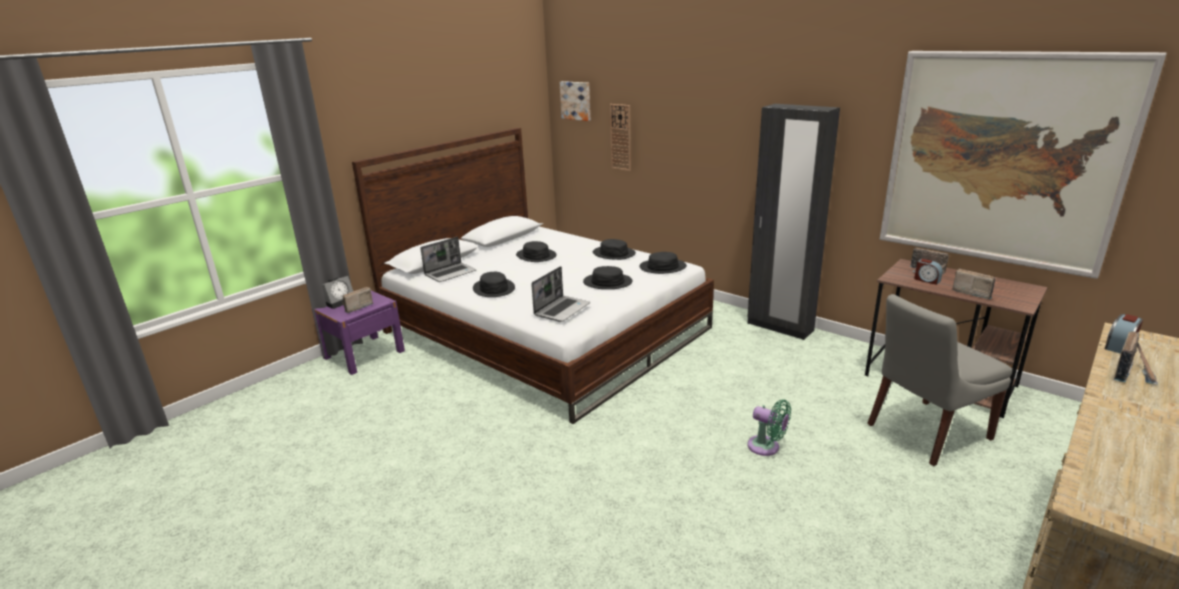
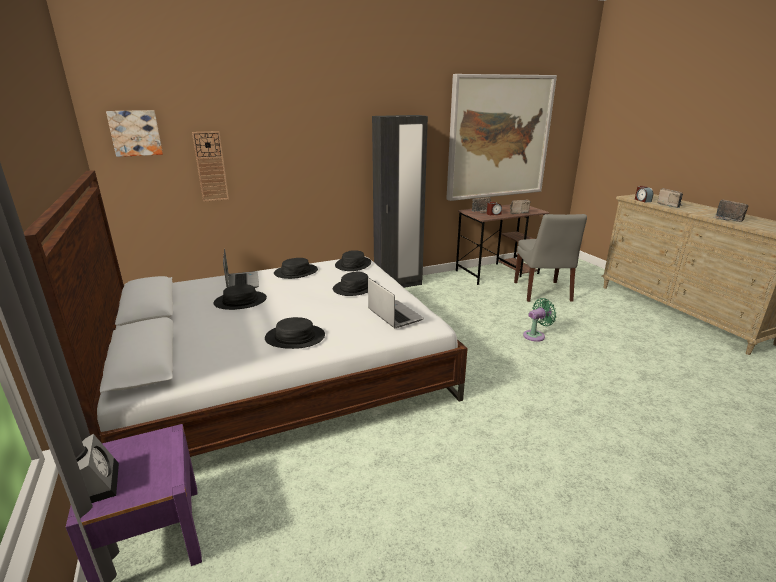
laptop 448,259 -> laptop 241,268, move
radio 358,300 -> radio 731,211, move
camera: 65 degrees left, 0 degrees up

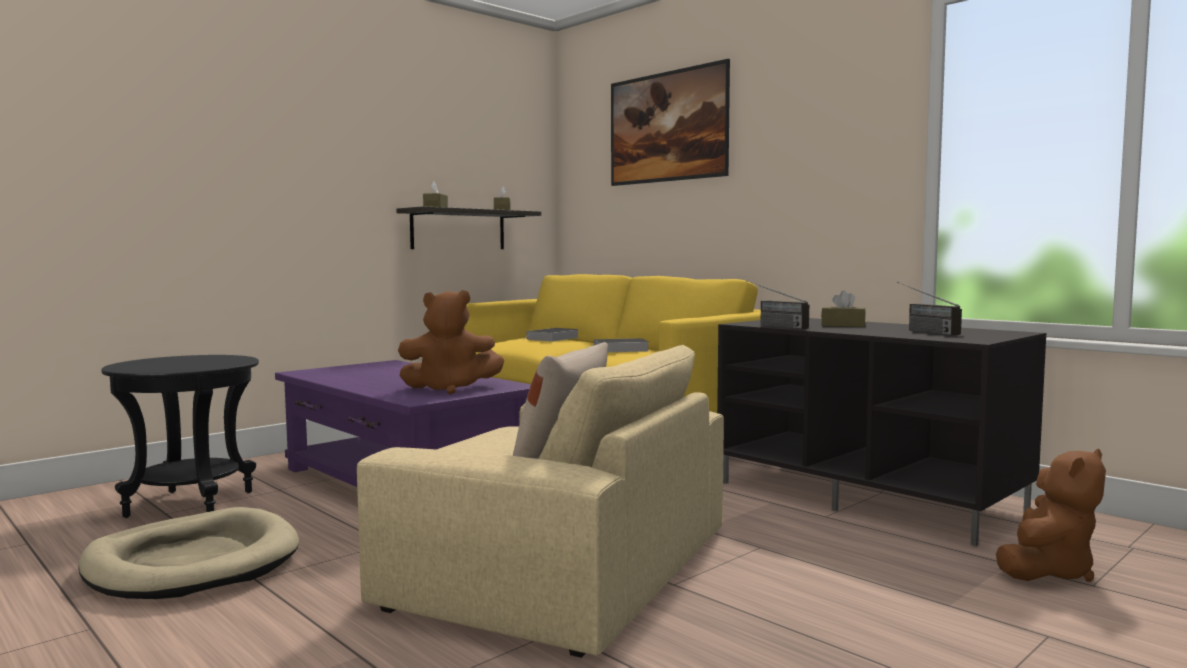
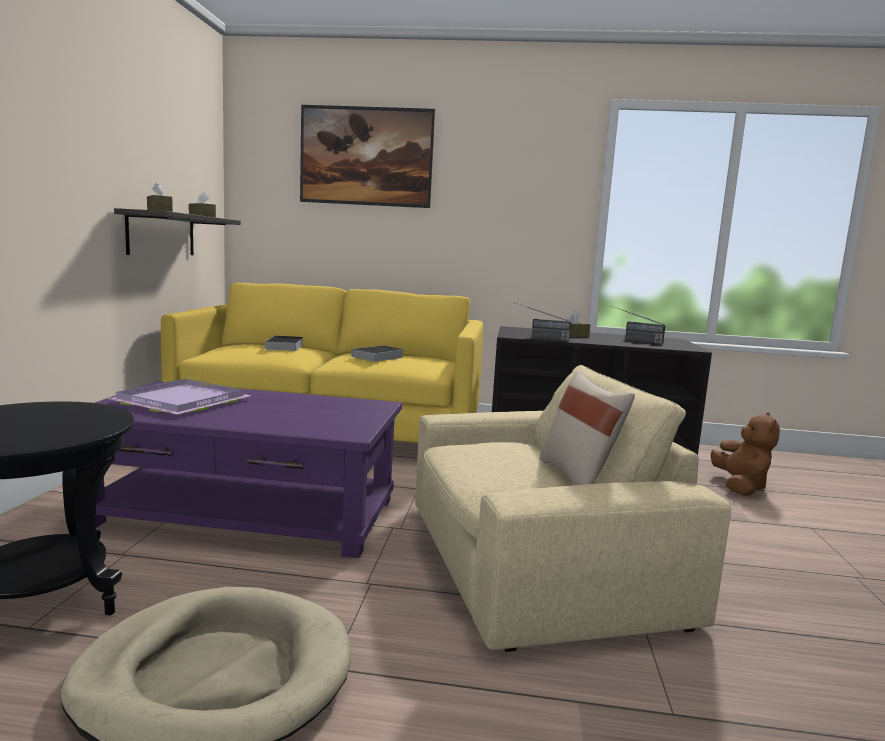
brown plush toy 451,342 -> none
none -> purple tray 179,397
camera: 40 degrees left, 5 degrees up

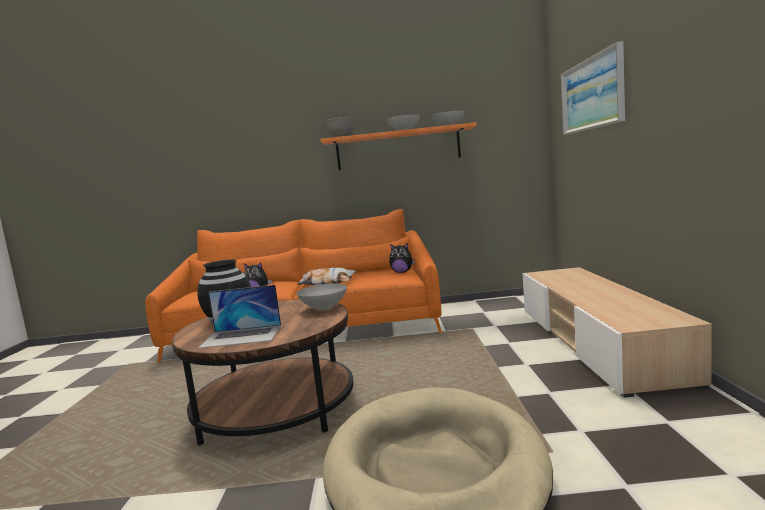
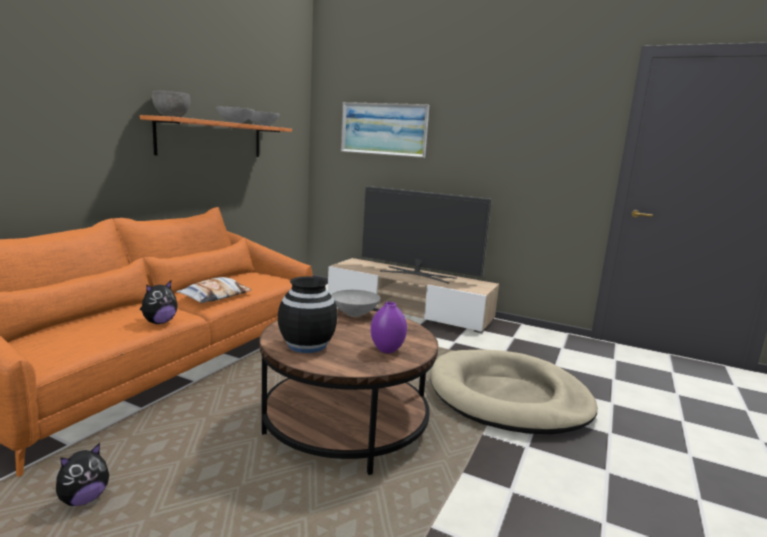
plush toy 402,258 -> plush toy 82,474, move
laptop 239,317 -> purple vase 389,327
none -> television 426,235
camera: 65 degrees left, 5 degrees up

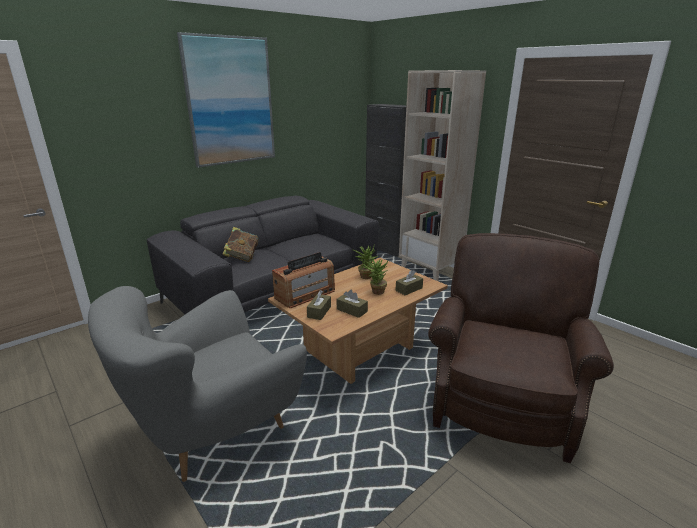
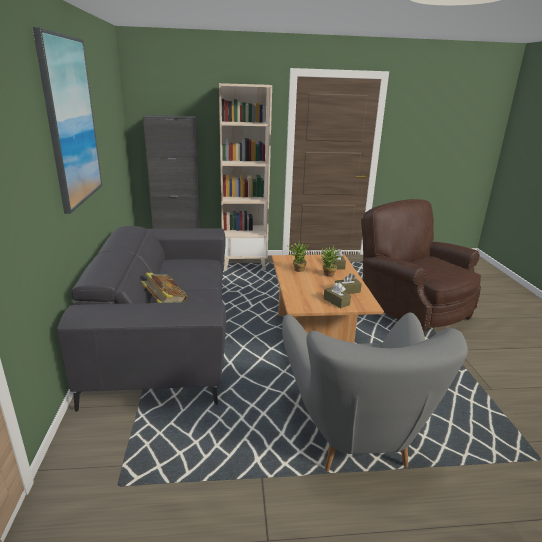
radio 303,280 -> none
camera: 55 degrees left, 0 degrees up

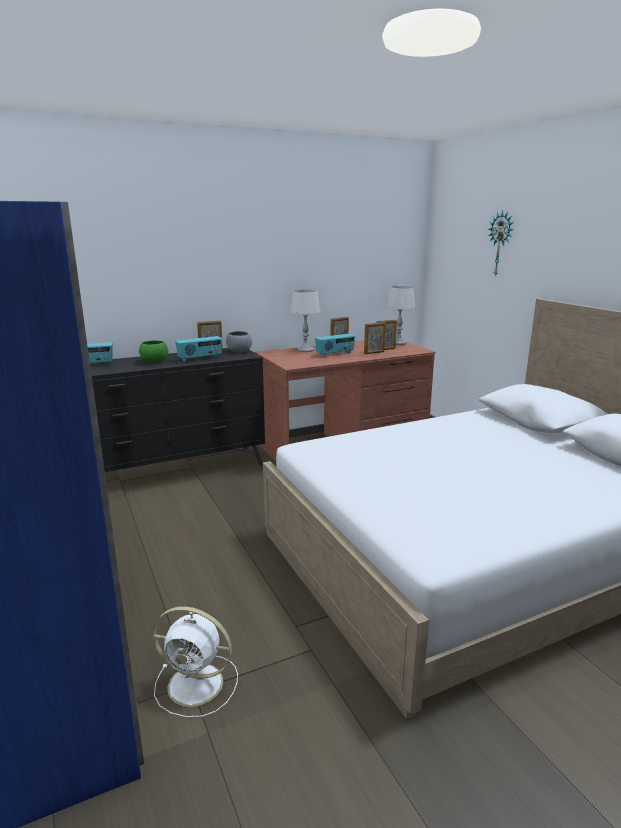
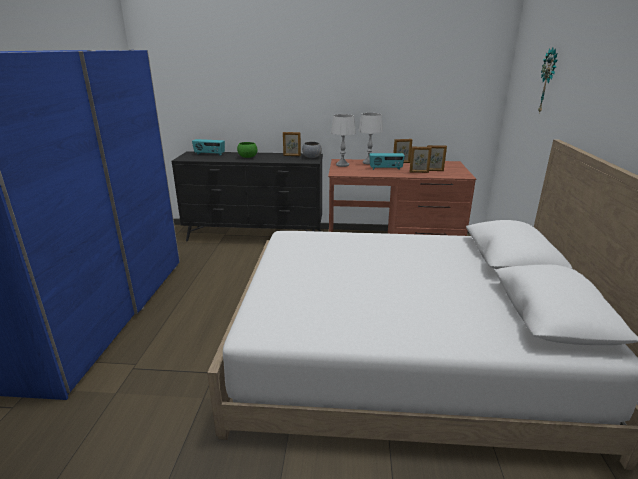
grey table lamp 400,315 -> grey table lamp 343,140, move
radio 198,349 -> none
white fan 195,662 -> none
camera: 30 degrees right, 5 degrees up

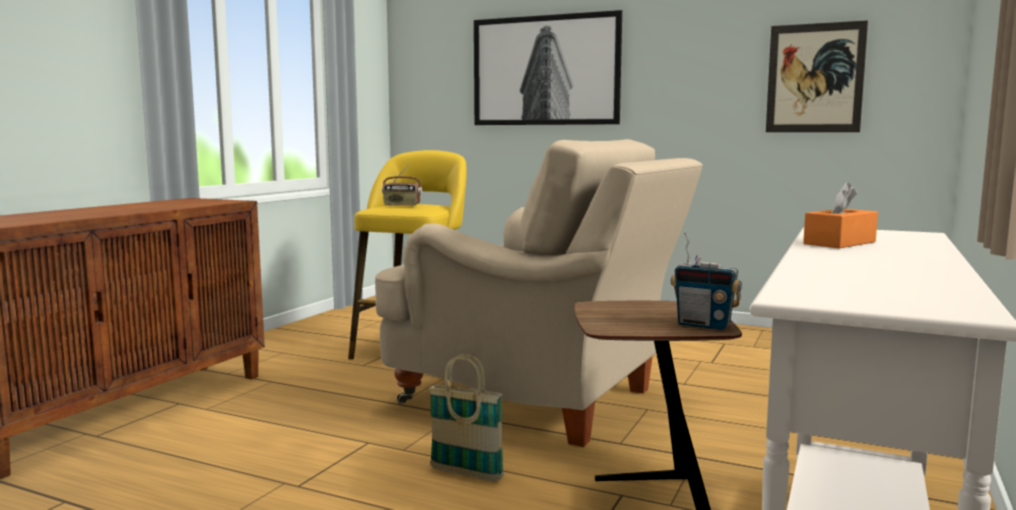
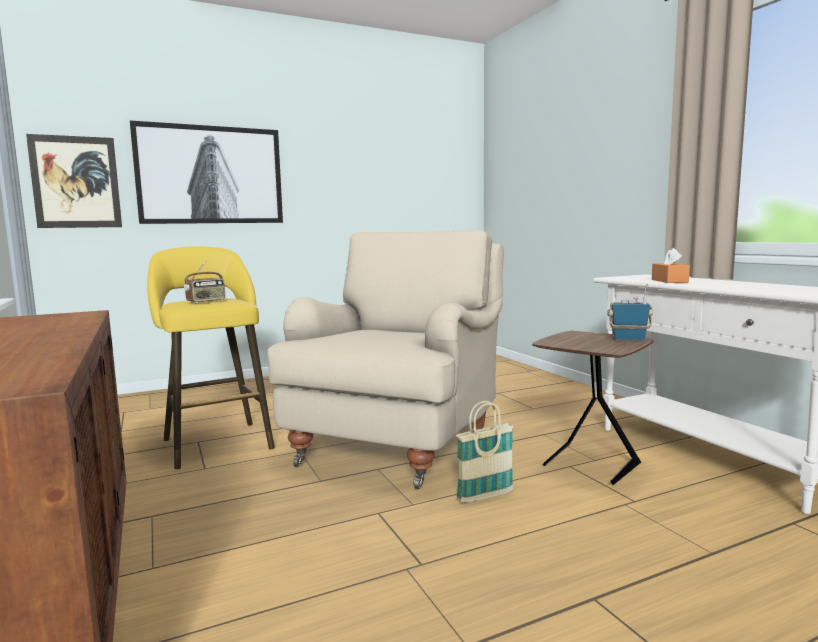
picture 817,76 -> picture 74,181, move
beige armchair 539,293 -> beige armchair 385,359, 45 degrees counterclockwise
radio 706,281 -> radio 630,312, 150 degrees counterclockwise
camera: 50 degrees left, 0 degrees up

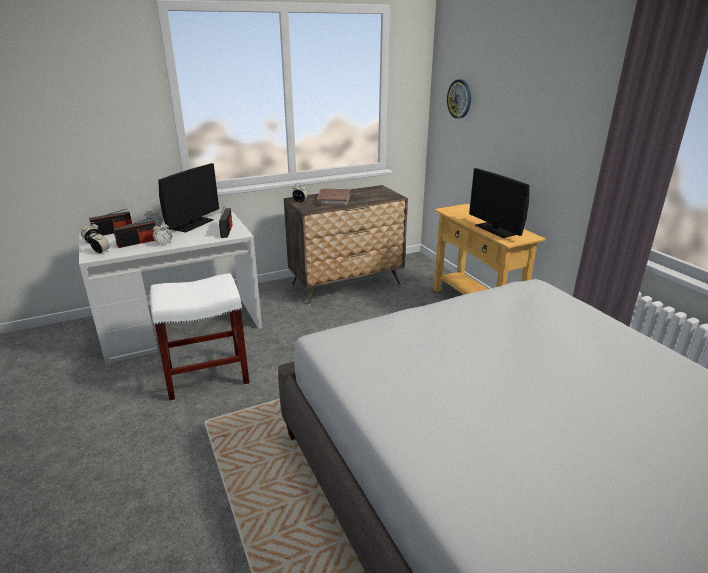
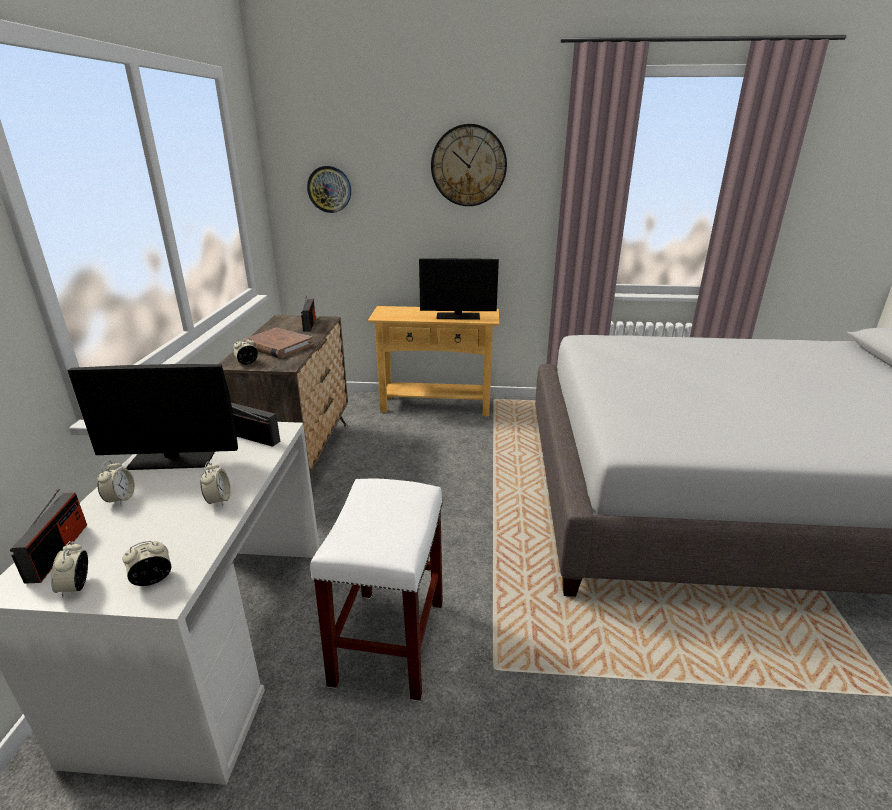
monitor 188,198 -> monitor 152,417, 120 degrees clockwise
radio 134,233 -> radio 308,314, move
none -> wall clock 469,165
camera: 60 degrees left, 0 degrees up

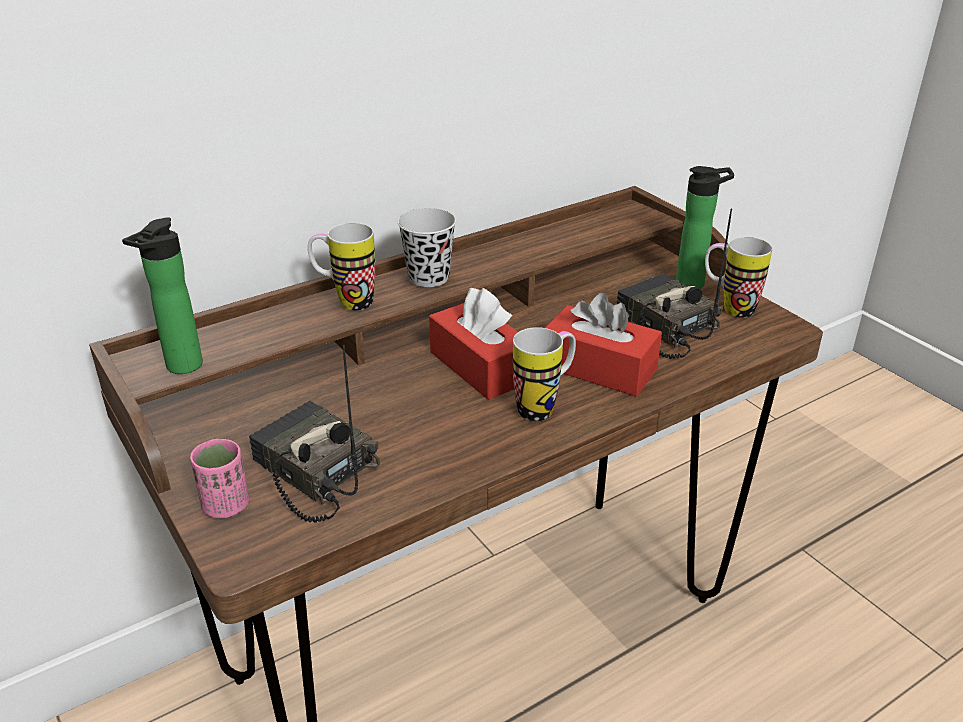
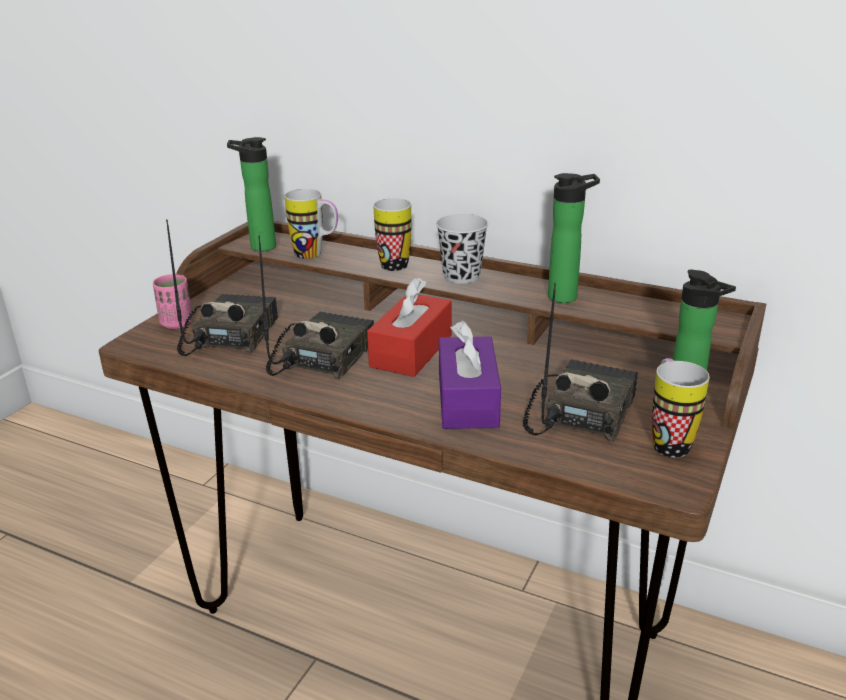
red tissue box 603,345 -> purple tissue box 470,375
mug 544,374 -> mug 311,224, move
none -> bottle 574,238
none -> radio 316,307
camera: 60 degrees right, 5 degrees down

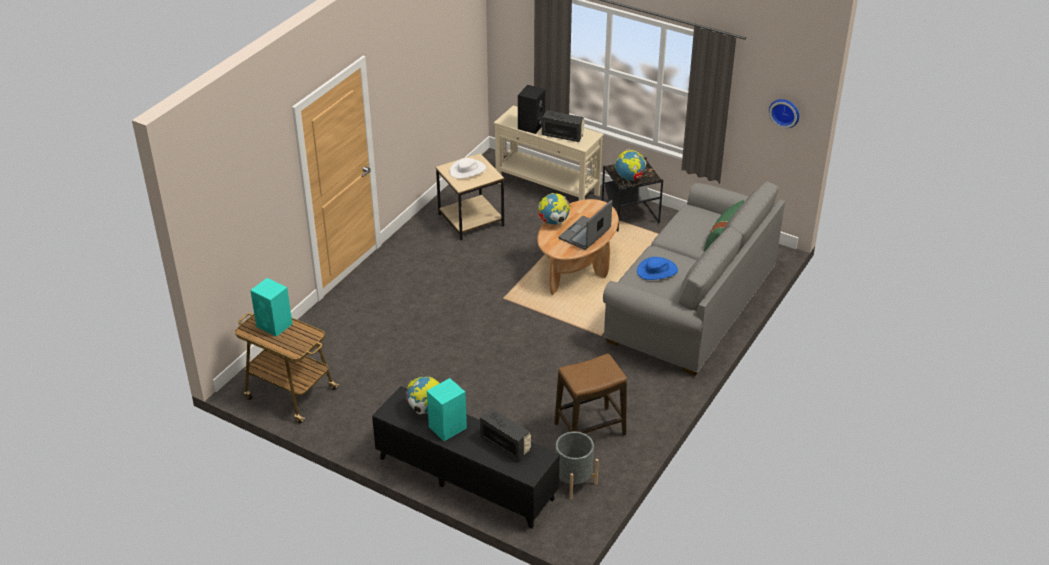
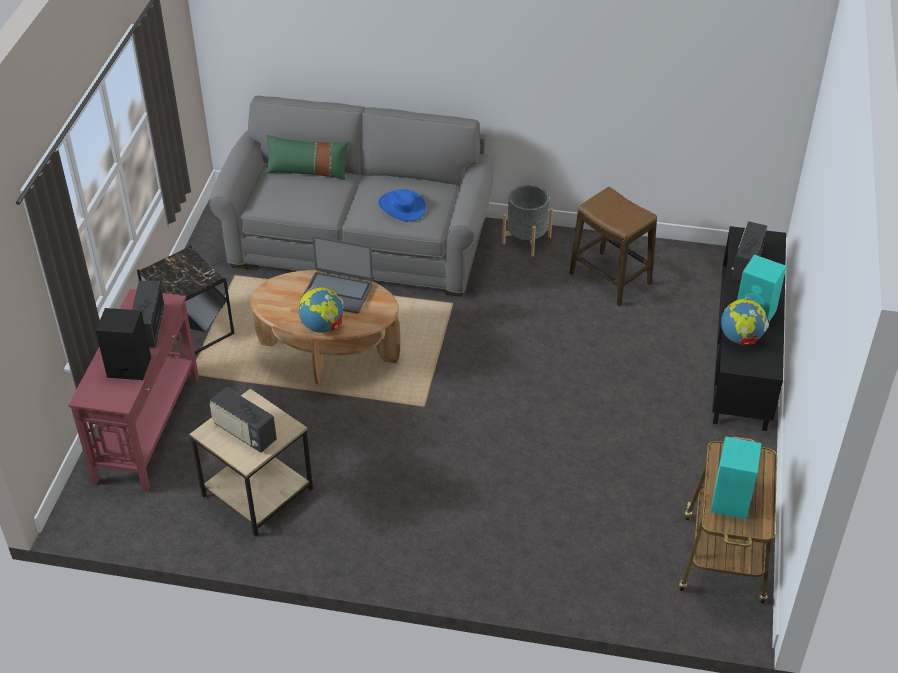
wall clock 784,113 -> none
beige console table 549,153 -> red console table 133,391
globe 630,164 -> none
white hat 468,168 -> radio 243,420
grey planter 577,465 -> grey planter 527,220, move
camera: 110 degrees left, 5 degrees up

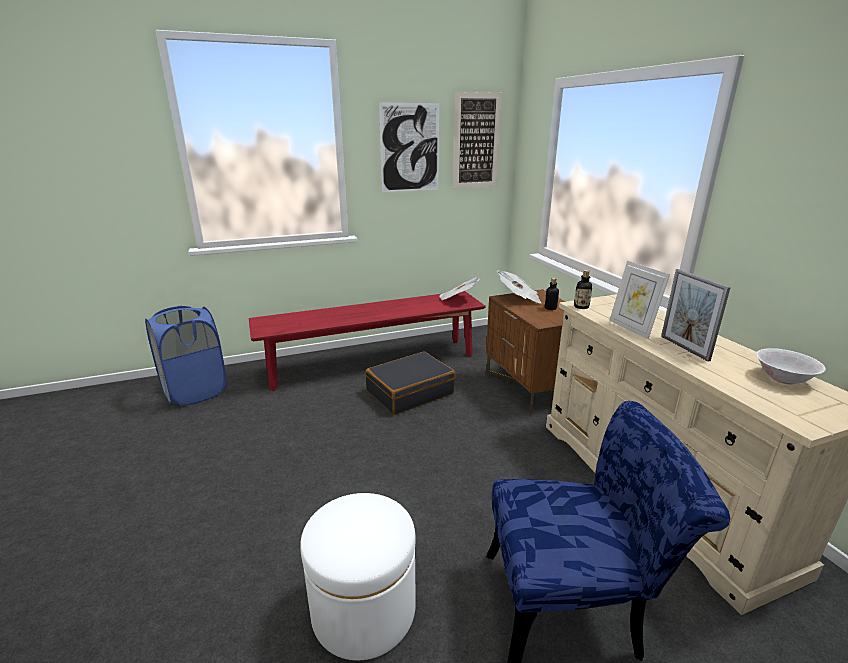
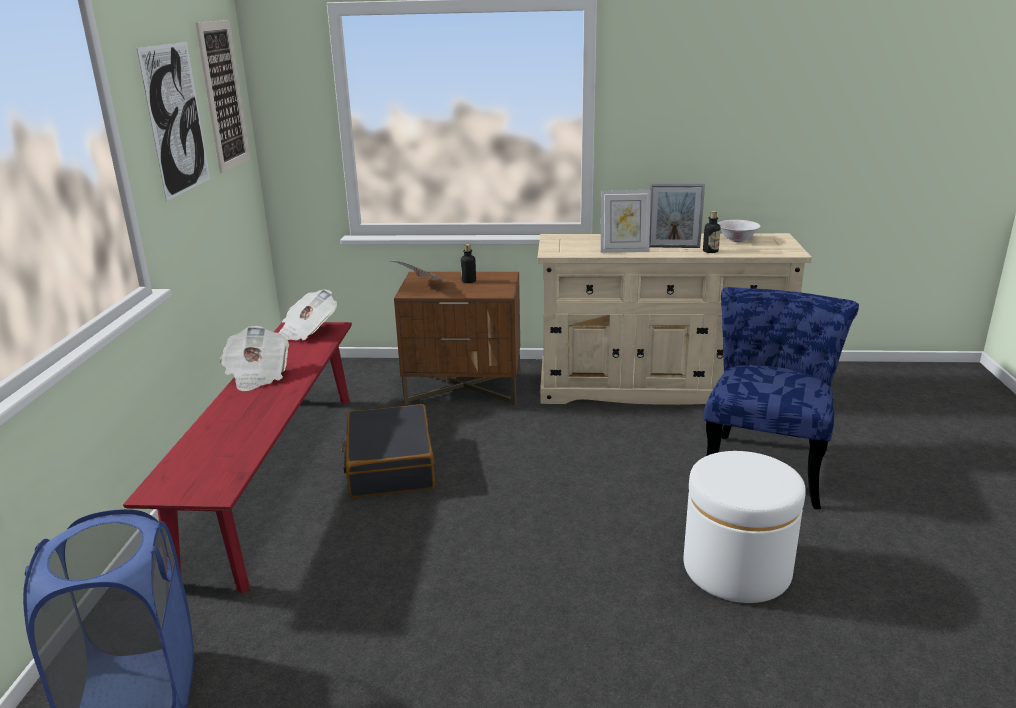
bottle 583,289 -> bottle 712,232, move
none -> newspaper 254,358
camera: 65 degrees left, 0 degrees up

